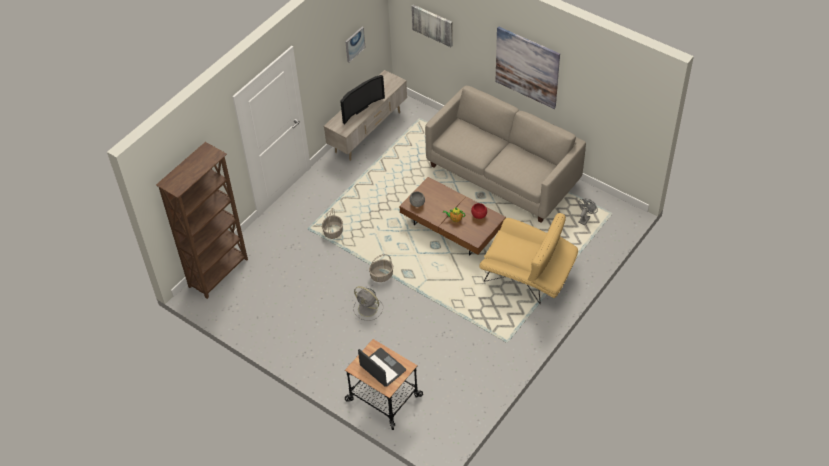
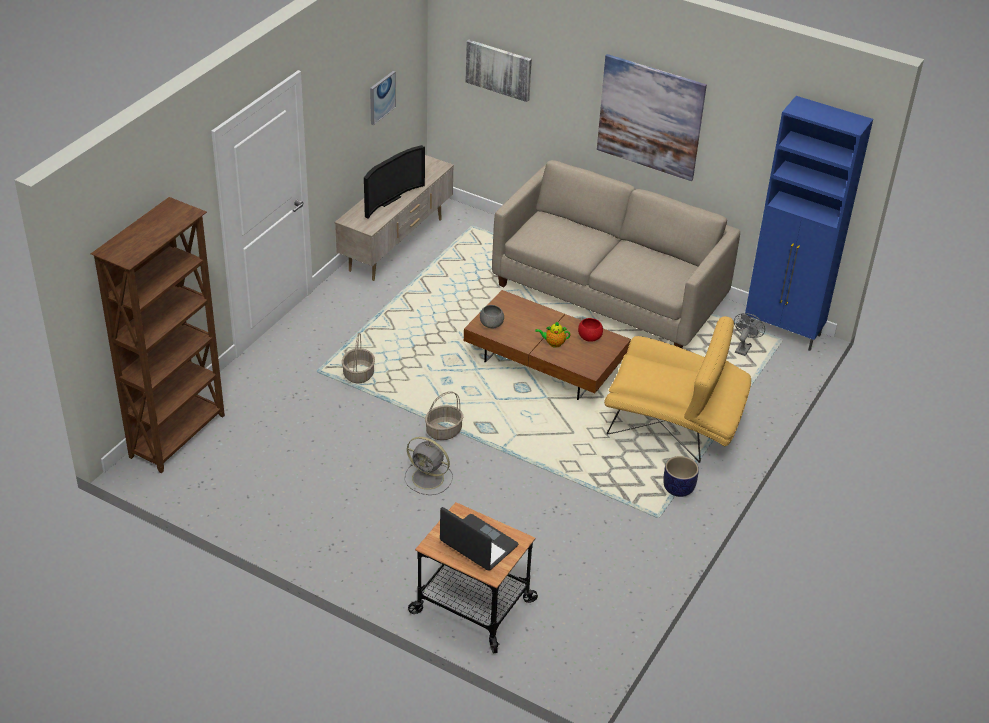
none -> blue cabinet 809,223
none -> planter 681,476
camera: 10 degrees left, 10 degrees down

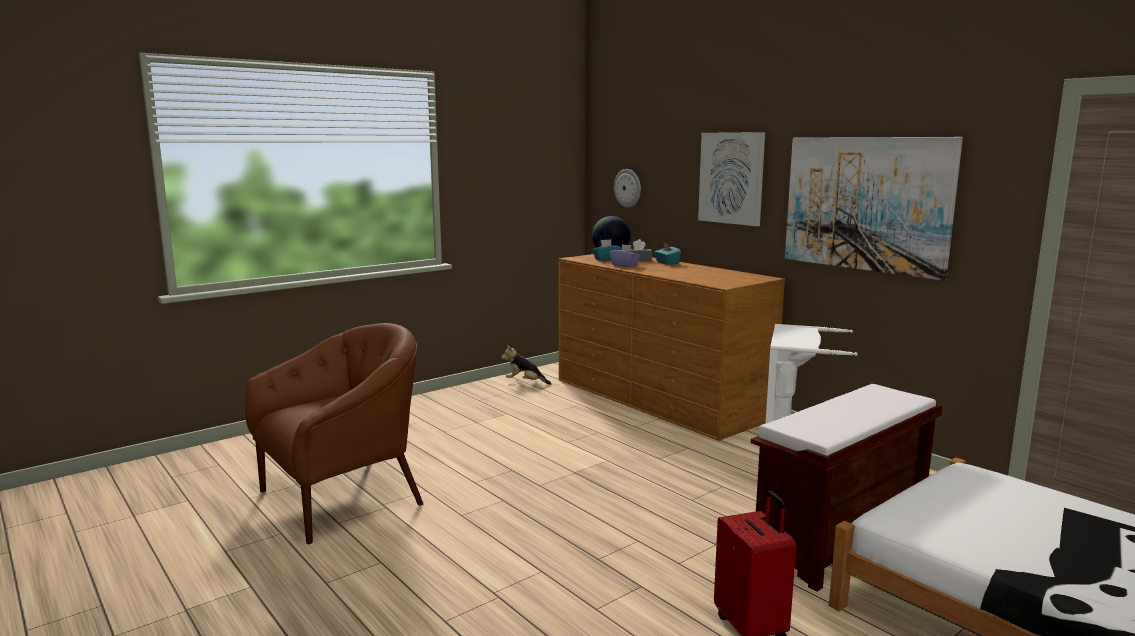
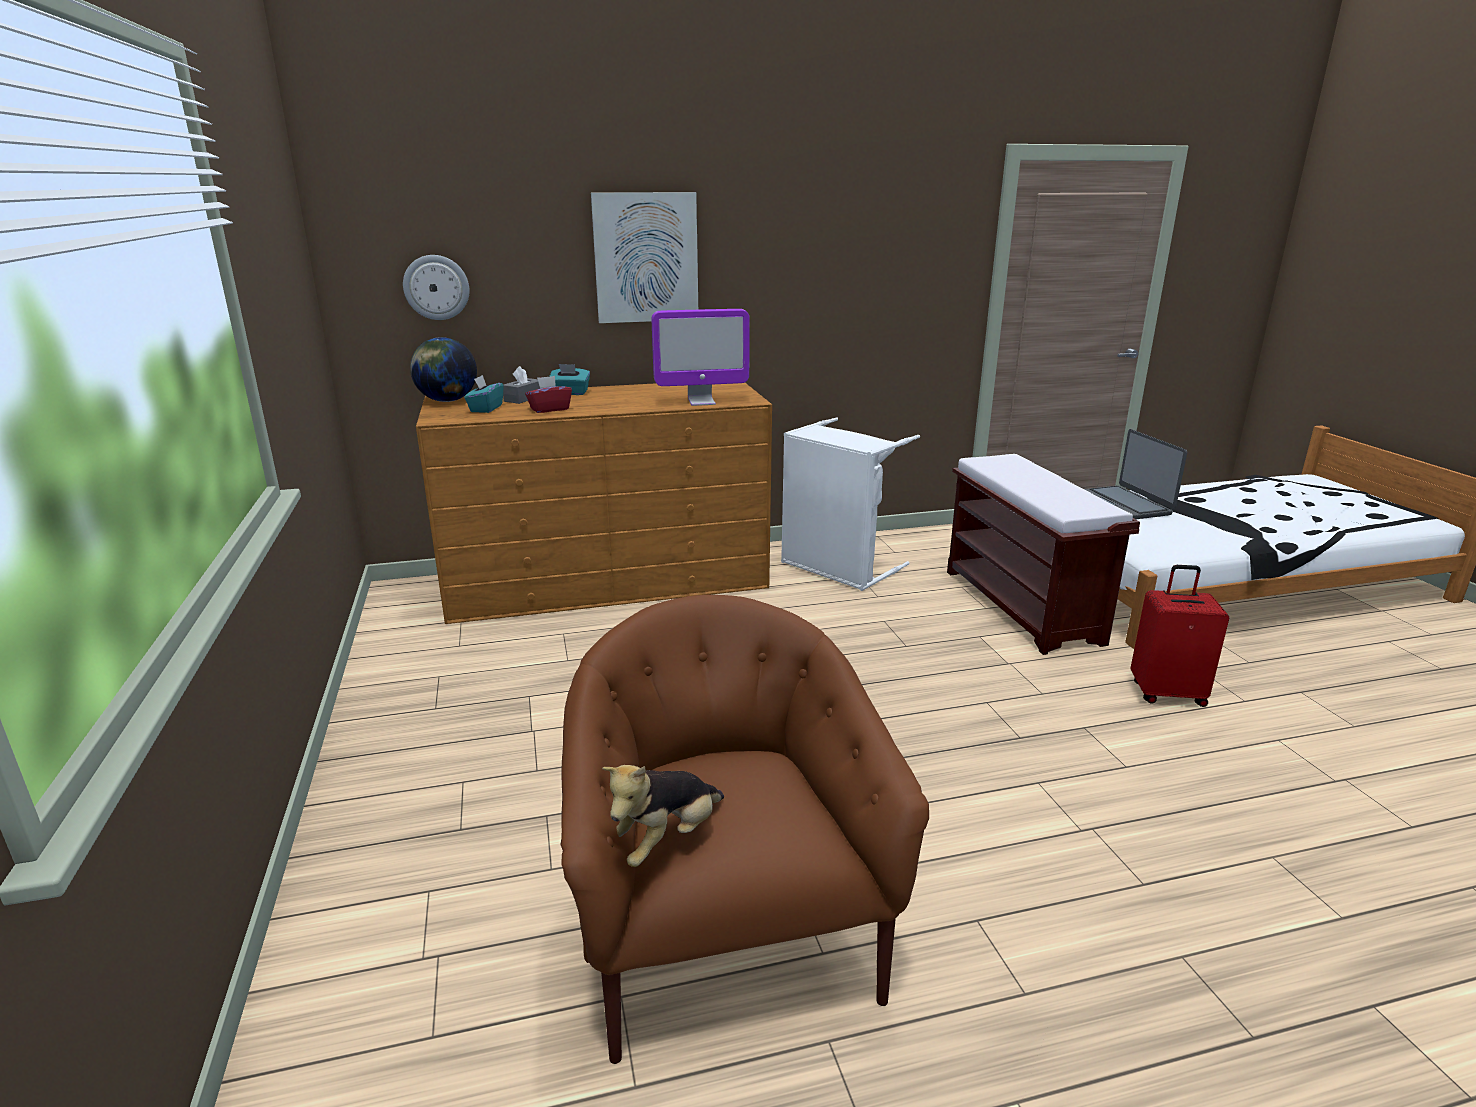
picture 874,209 -> none
purple tissue box 625,255 -> red tissue box 548,394
plush toy 526,365 -> plush toy 663,816, move
none -> monitor 701,357
none -> laptop 1136,474
camera: 65 degrees left, 10 degrees up

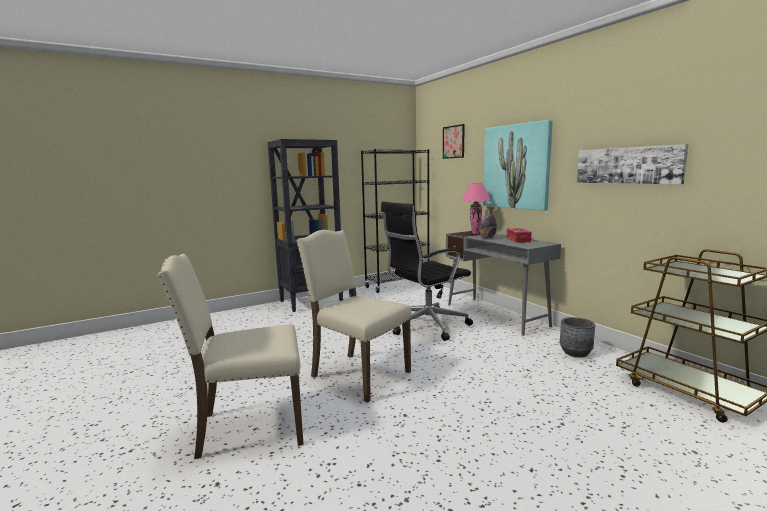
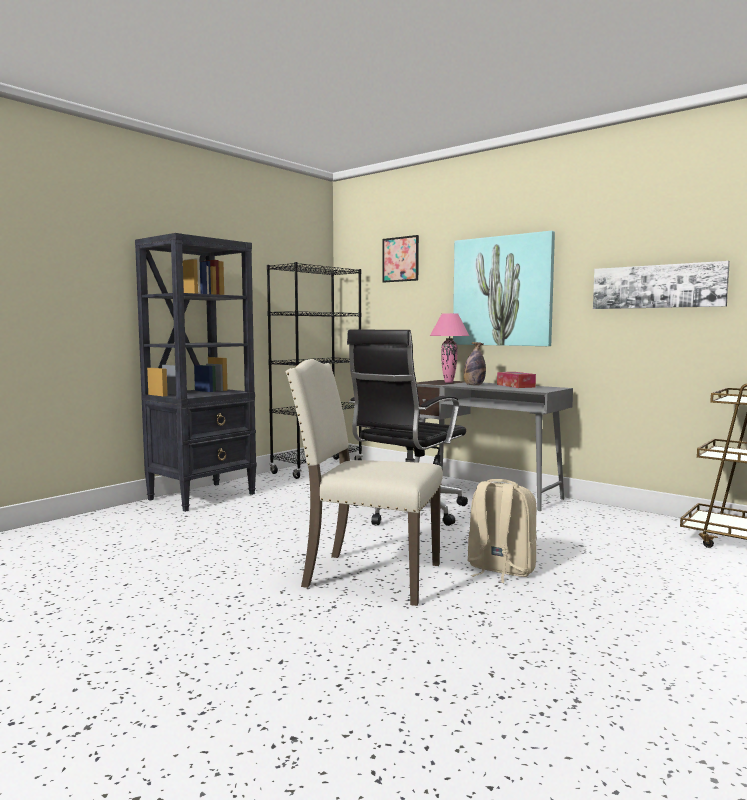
beige chair 230,356 -> none
grey planter 577,337 -> none
none -> beige backpack 502,531
camera: 20 degrees left, 5 degrees down

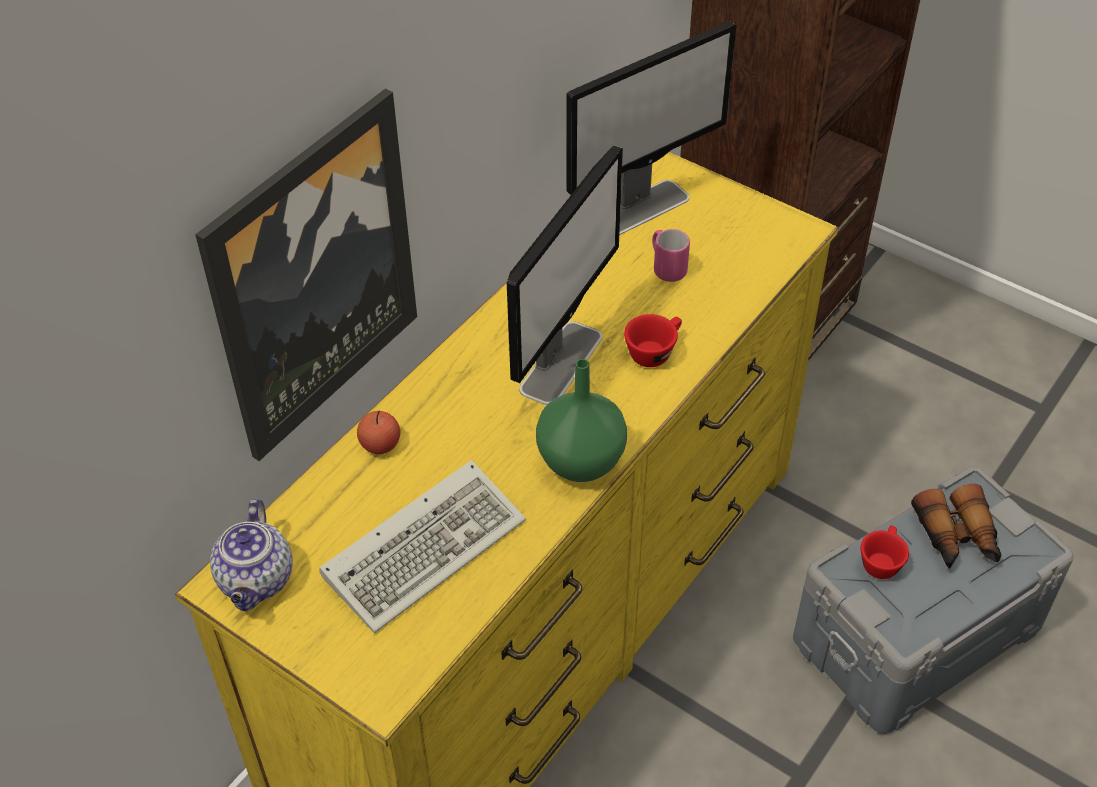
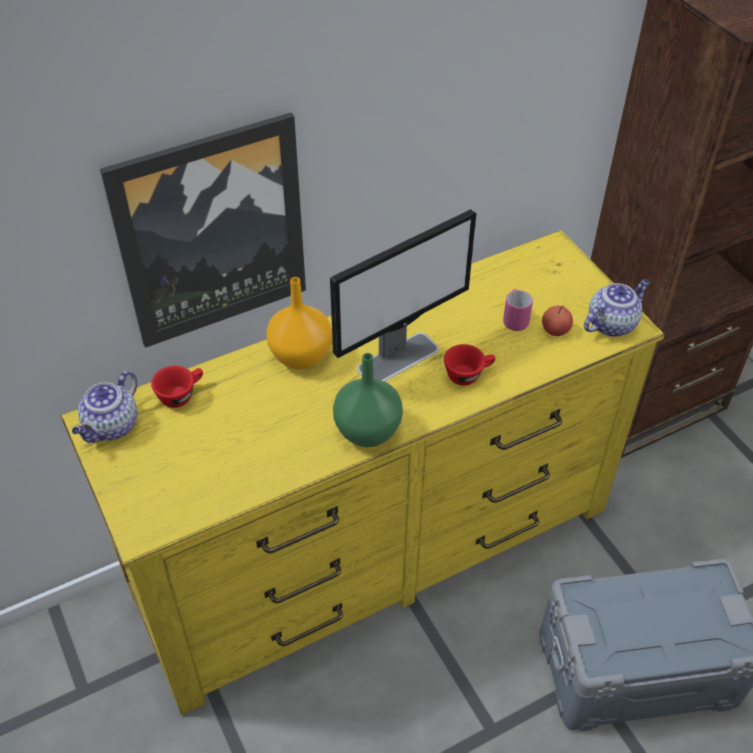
monitor 651,128 -> none
apple 378,432 -> apple 557,320, move
keyboard 422,546 -> none
binoculars 956,526 -> none
red cup 885,552 -> red cup 177,387, move
none -> orange vase 299,323
none -> teapot 617,308
camera: 25 degrees right, 0 degrees up

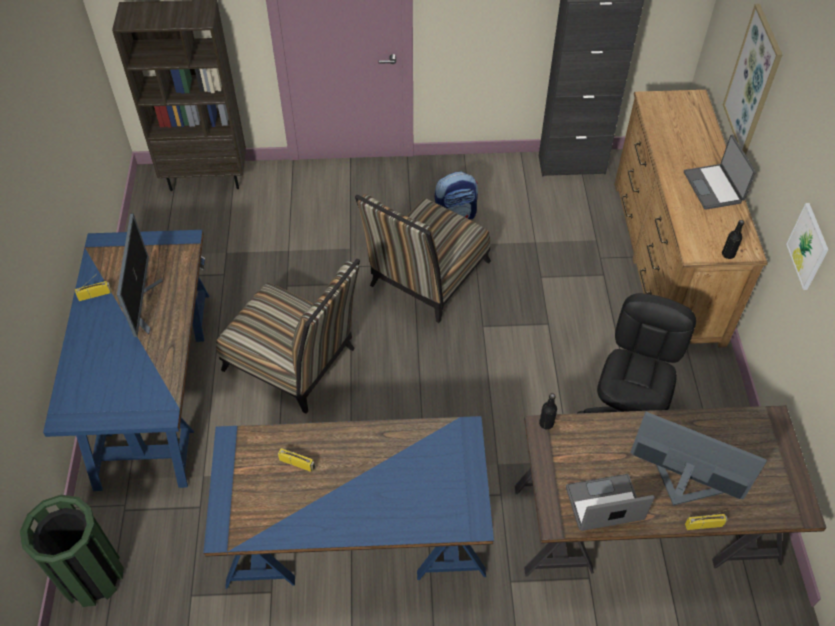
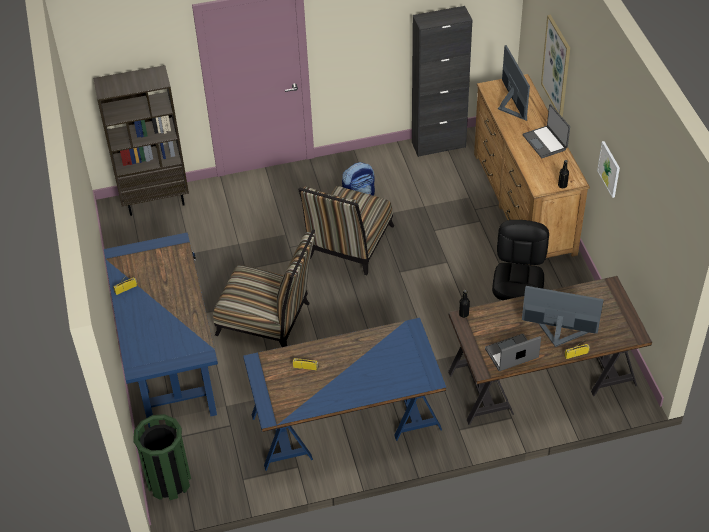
monitor 139,275 -> monitor 514,83, move
camera: 10 degrees left, 5 degrees down

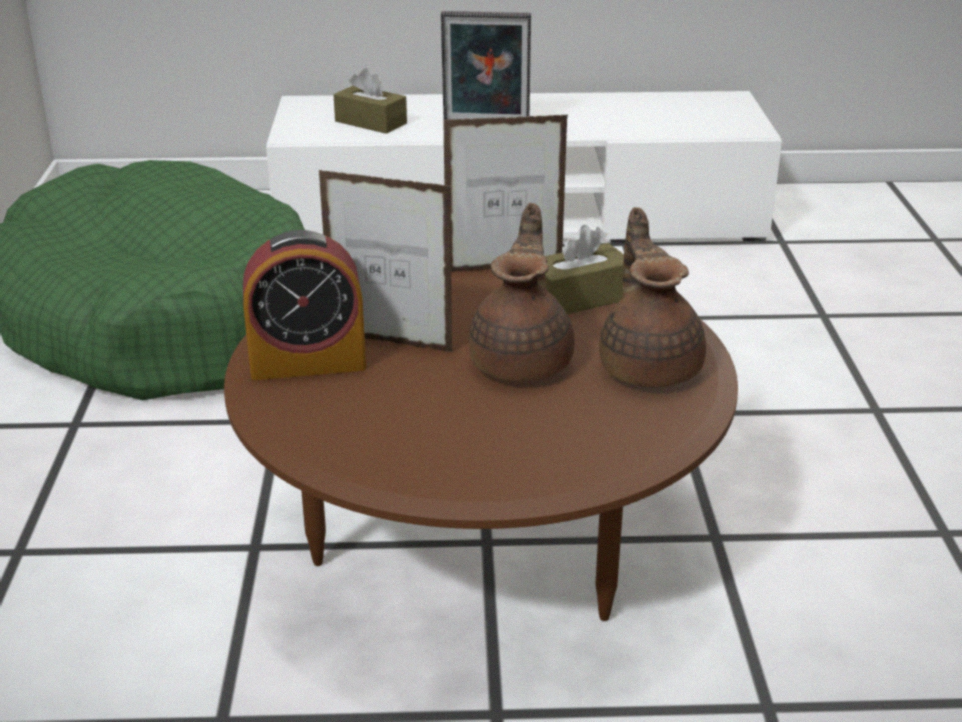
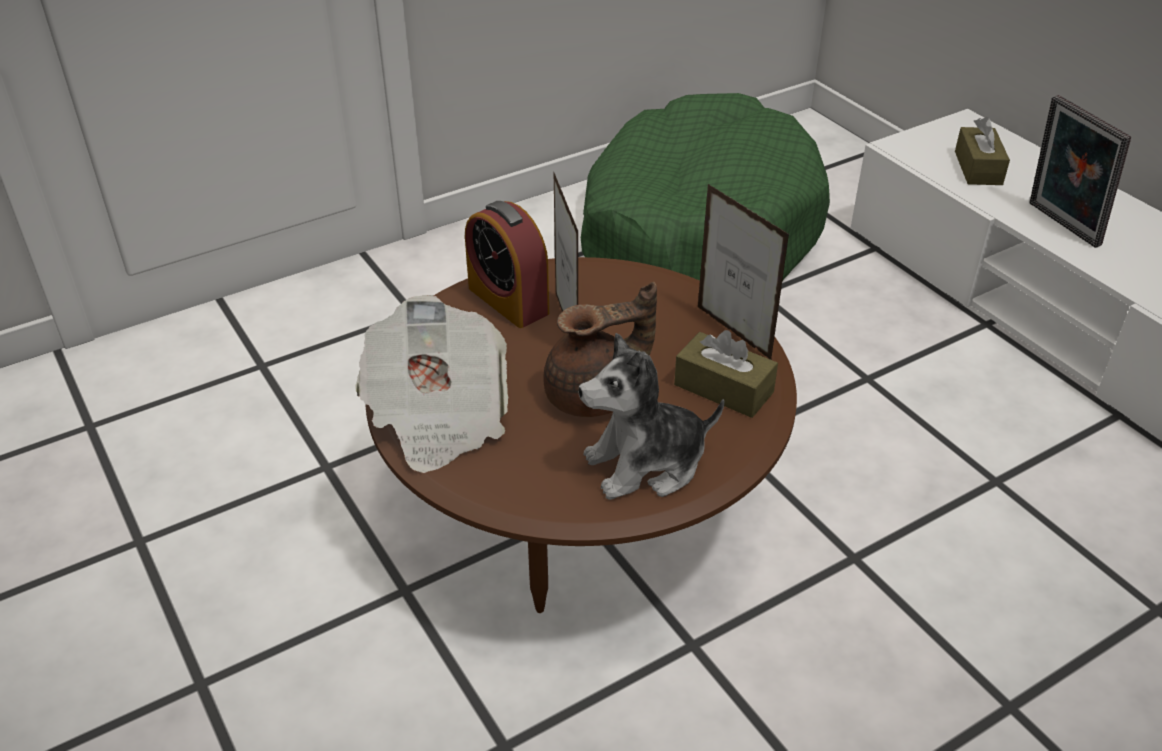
brown teapot 652,297 -> plush toy 652,416
none -> newspaper 431,384
camera: 60 degrees right, 10 degrees up

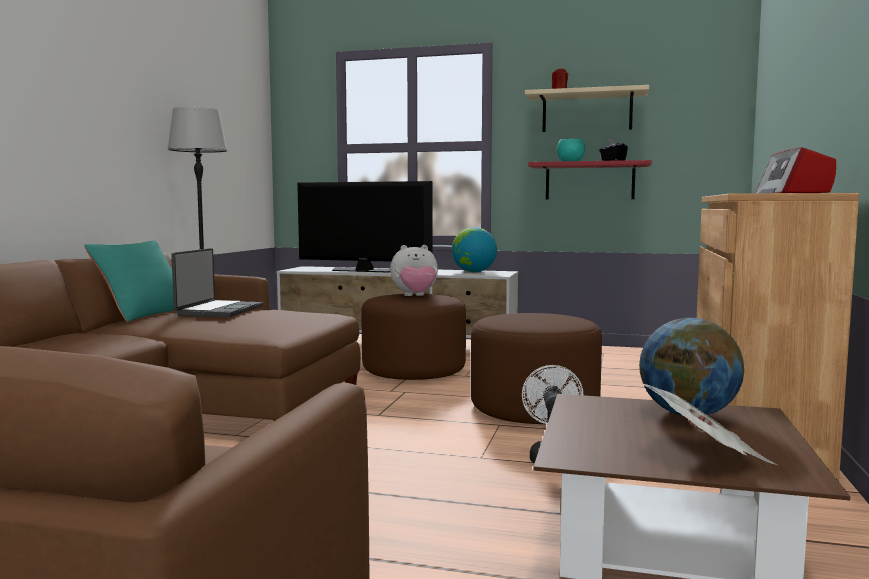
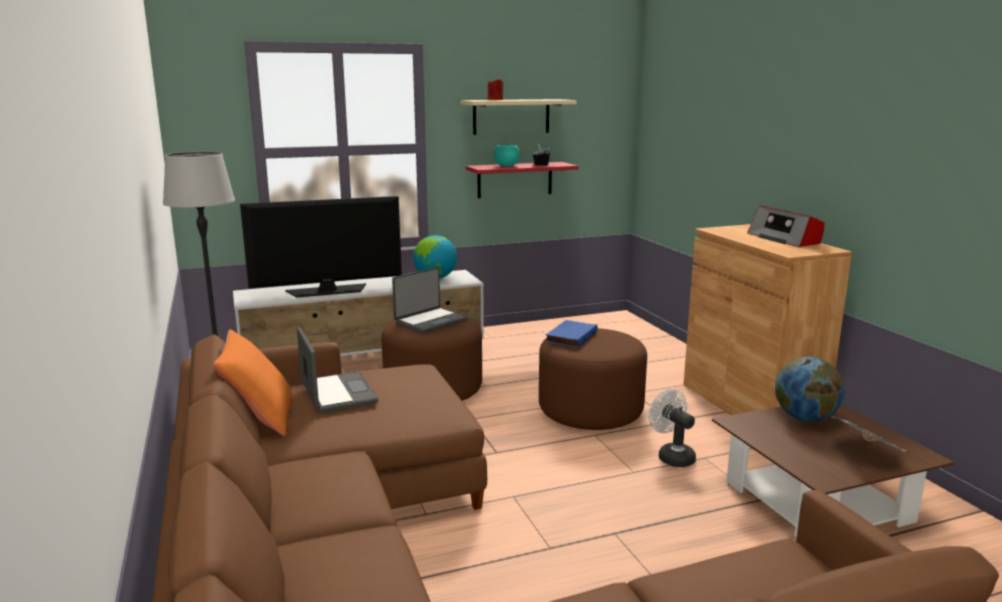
turquoise pillow 130,281 -> orange pillow 253,382
plush toy 414,270 -> laptop 430,300
none -> blue book 571,334
camera: 35 degrees left, 10 degrees up

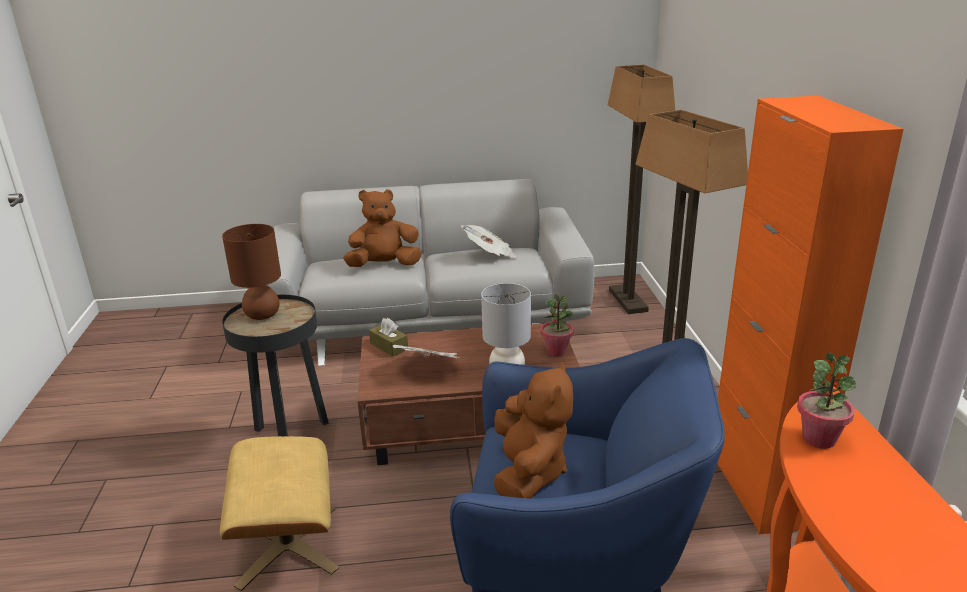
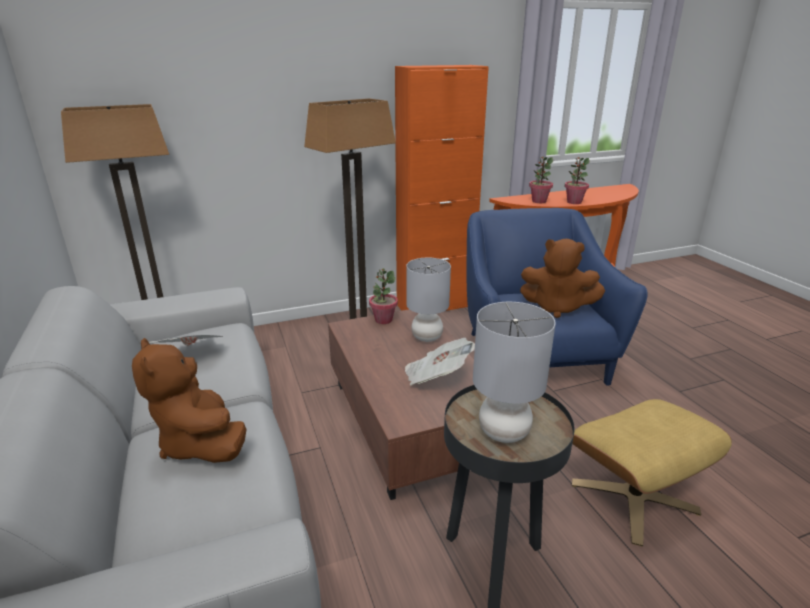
brown table lamp 251,272 -> grey table lamp 514,372
brown tissue box 388,337 -> none
brown plush toy 533,430 -> brown plush toy 562,278, 150 degrees counterclockwise
none -> potted plant 577,180
camera: 105 degrees left, 0 degrees up

